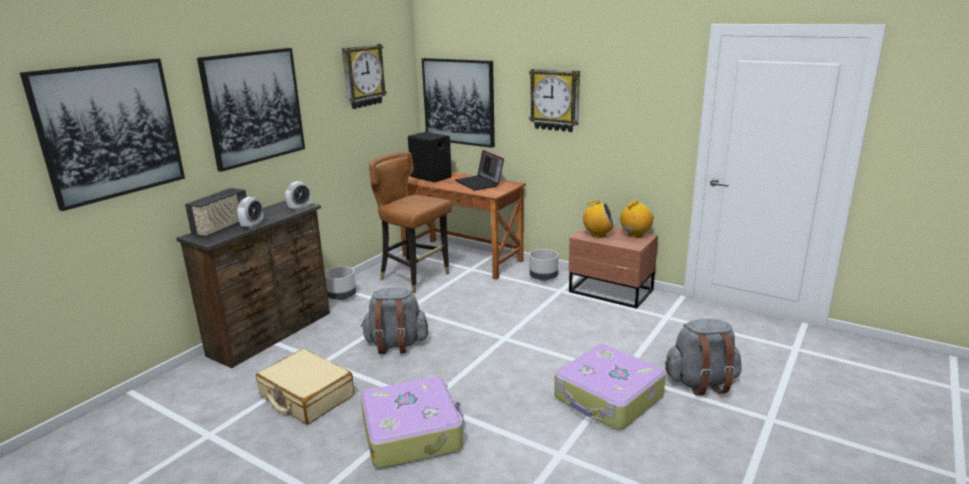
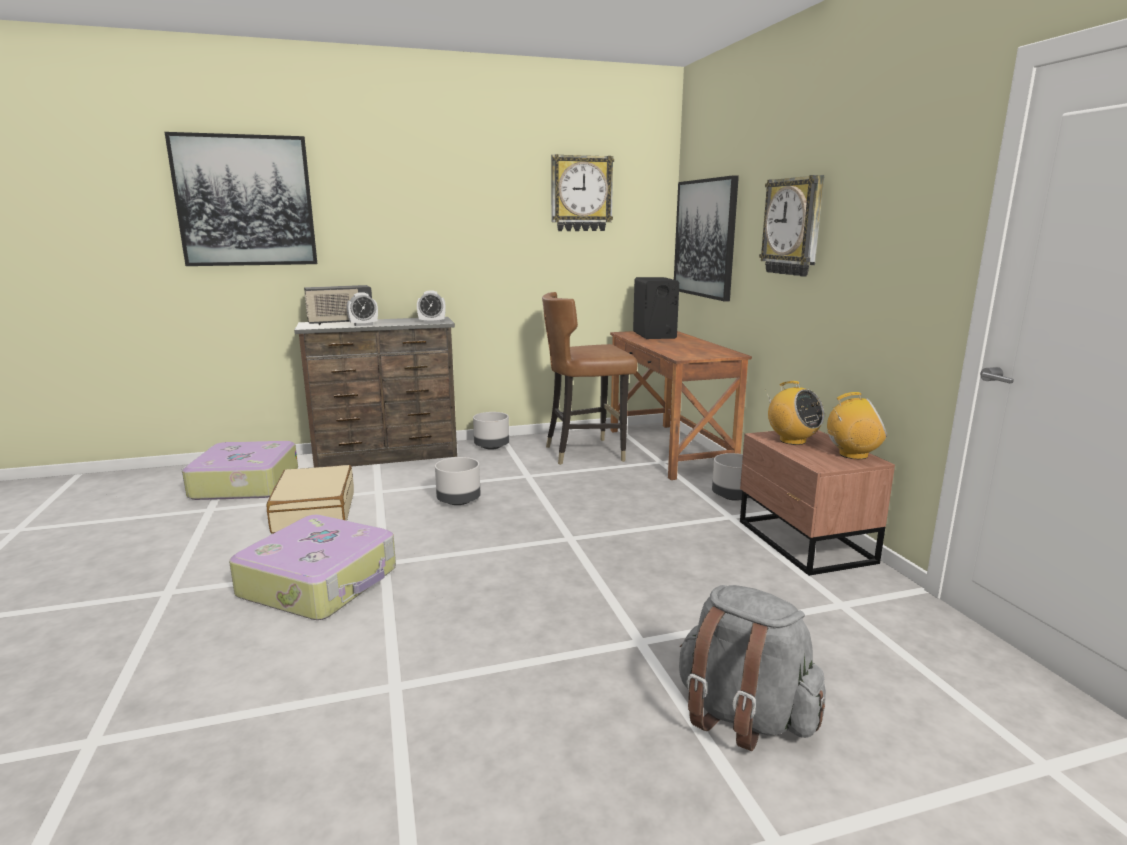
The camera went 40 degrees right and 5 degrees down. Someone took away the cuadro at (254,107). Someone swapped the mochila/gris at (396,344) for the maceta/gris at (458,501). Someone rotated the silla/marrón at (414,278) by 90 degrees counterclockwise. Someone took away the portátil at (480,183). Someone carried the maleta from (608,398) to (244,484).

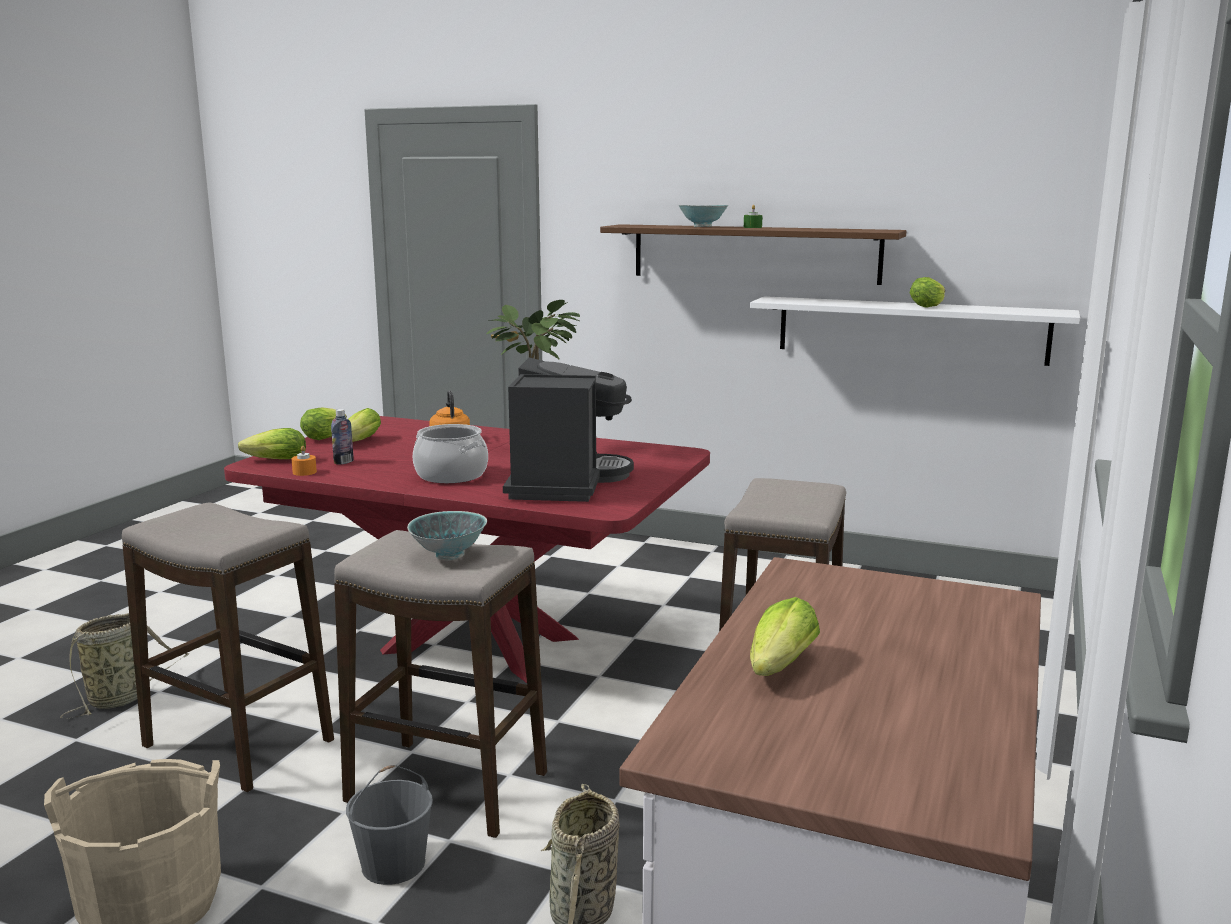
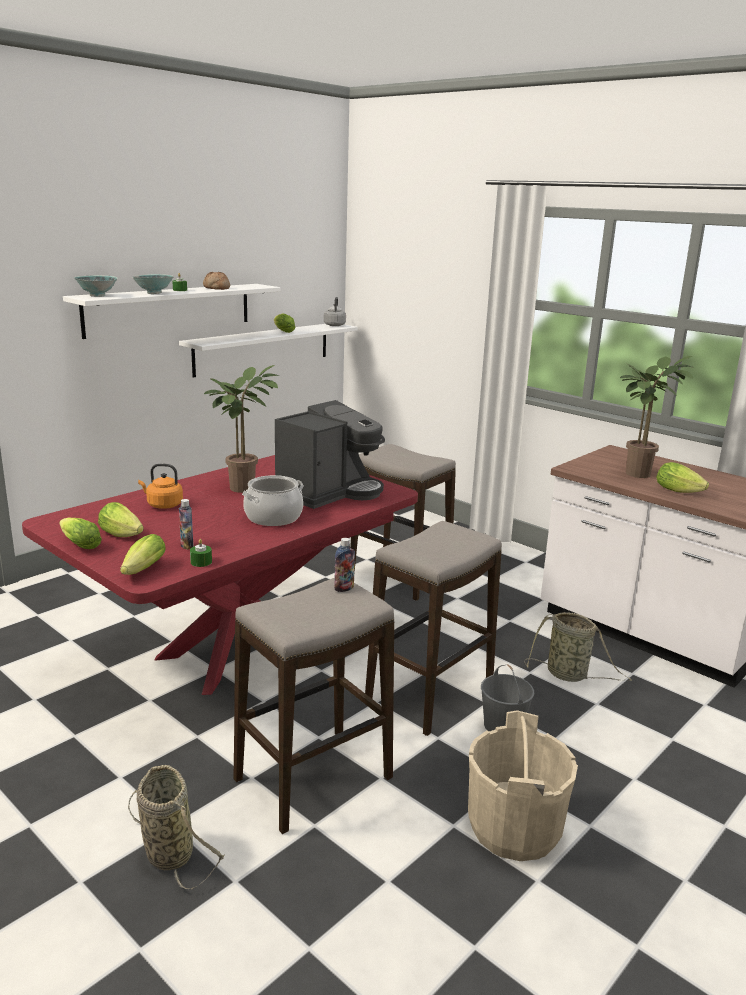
The camera went 70 degrees left and 5 degrees up. Someone repainted the vela/naranja at (304,472), which became the vela/verde at (201,562). Someone carried the cuenco from (449,555) to (97,296). Someone rotated the cafetera at (563,483) by 105 degrees clockwise. Someone repainted the estante/marrón at (754,253), which became the estante/blanco at (170,309). Someone put down the pan at (216,288). Someone put down the hervidor/gris at (334,325). Someone put down the botella at (344,588). Someone put down the planta en maceta at (639,472).

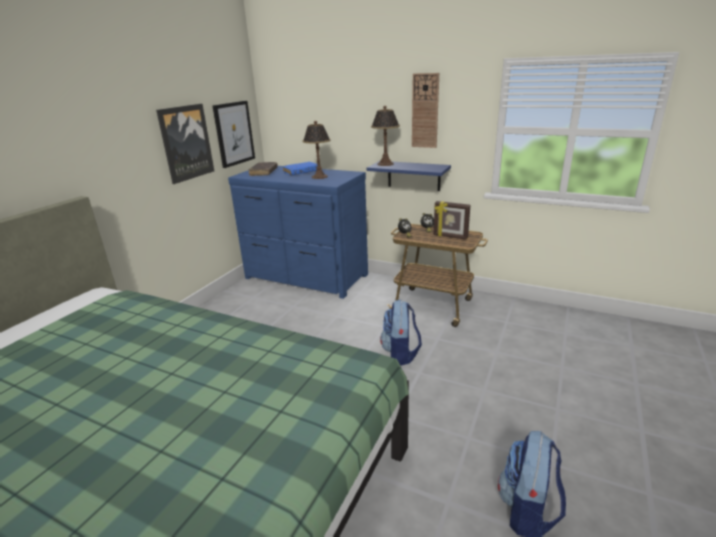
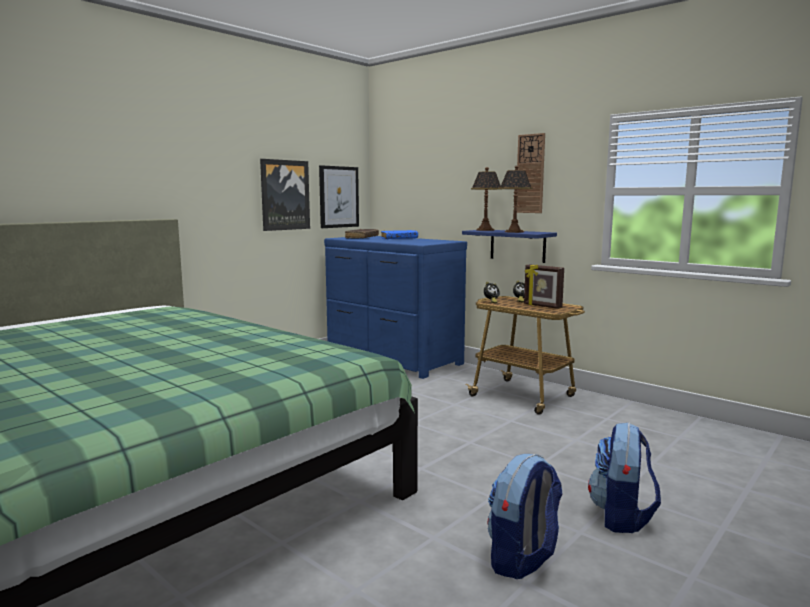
The camera went 15 degrees right and 15 degrees down. Someone carried the lámpara de mesa from (319,177) to (514,232). Someone carried the mochila from (400,354) to (622,517).

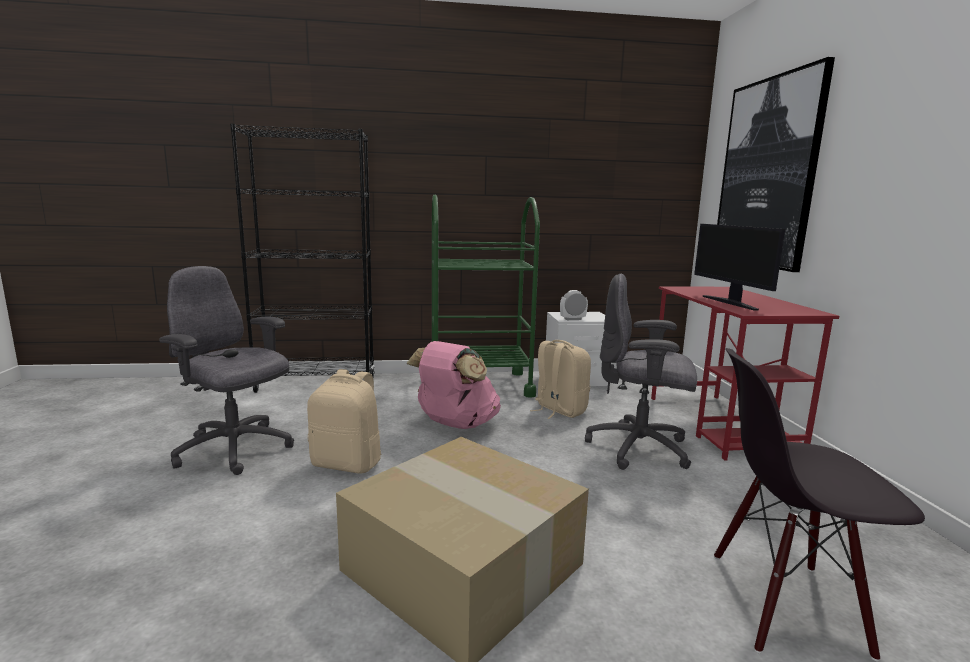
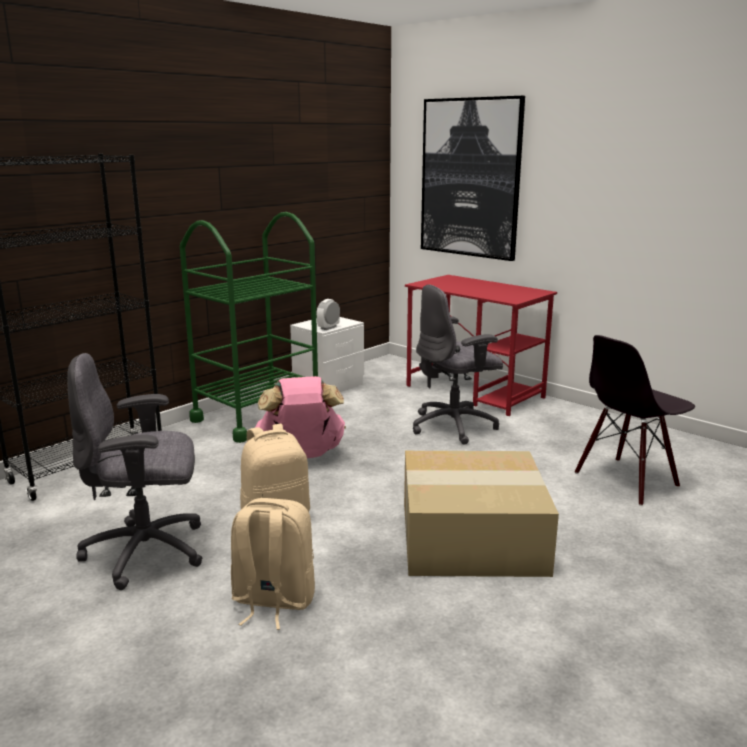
The camera went 40 degrees left and 5 degrees up. Someone carried the mochila/beis from (559,410) to (272,601). Someone took away the monitor at (730,303).

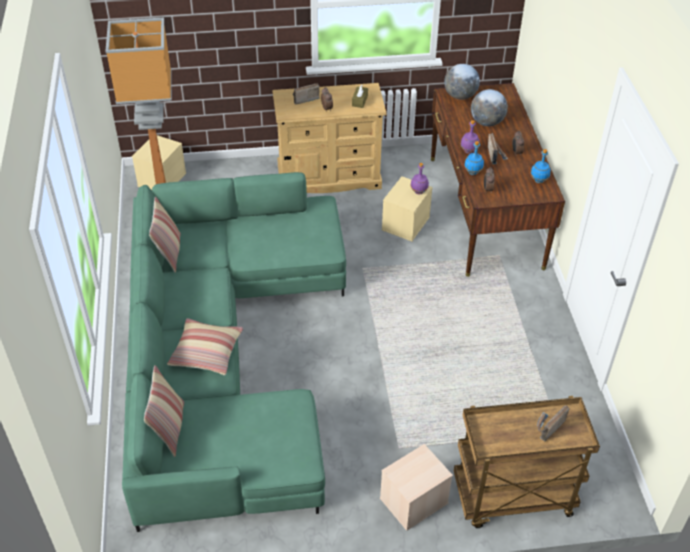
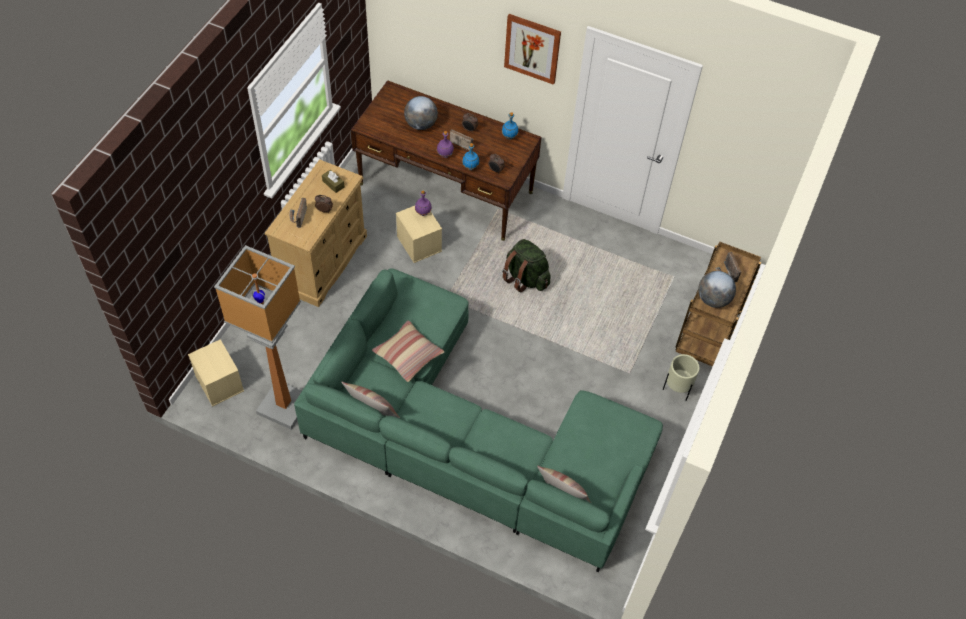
The camera went 60 degrees left and 10 degrees up. Someone carried the cojín from (206,352) to (408,355). Someone swapped the caja de almacenaje/beis at (413,502) for the maceta/beis at (677,390). Someone carried the globo terráqueo from (460,96) to (713,299). Someone put down the mochila/verde at (525,278). Someone put up the cuadro at (532,48).

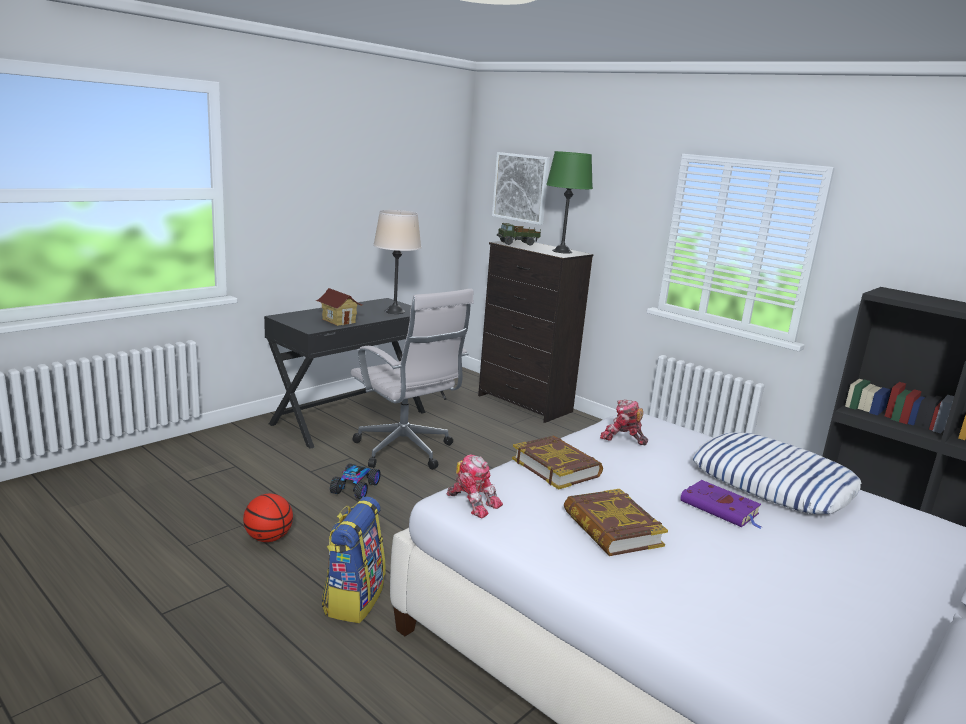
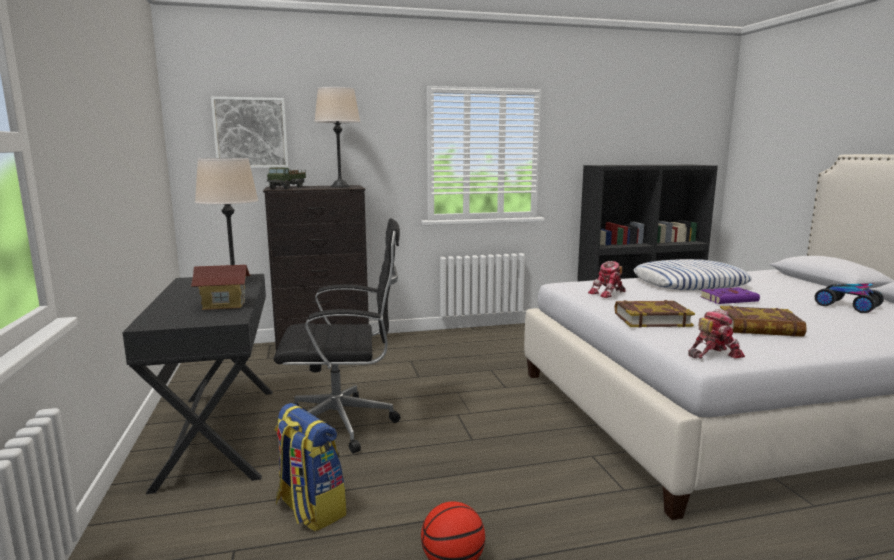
The camera went 55 degrees left and 5 degrees down. Someone carried the mochila from (353,599) to (309,509). Someone carried the coche de juguete from (356,488) to (847,306). Someone repainted the silla de oficina/blanco at (406,452), which became the silla de oficina/negro at (344,425). Someone repainted the lámpara de mesa/verde at (562,251), which became the lámpara de mesa/beis at (340,186).

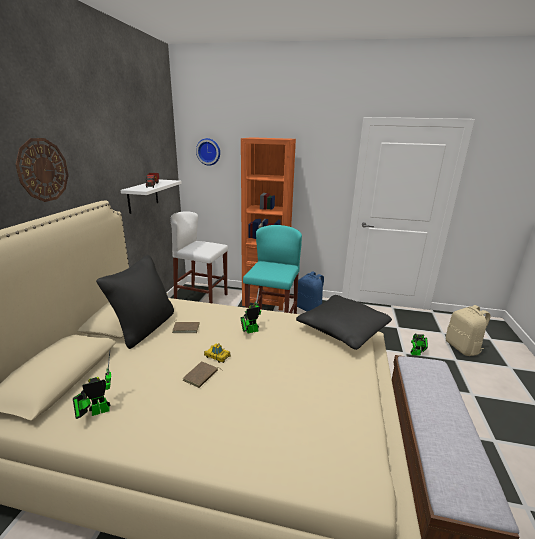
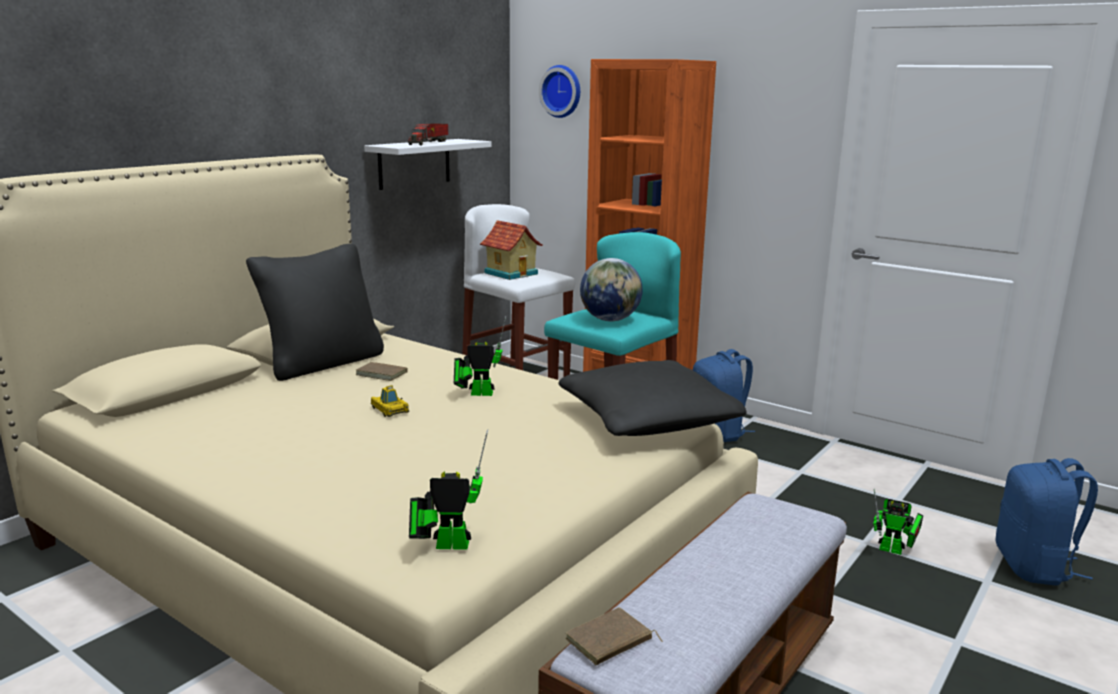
The camera went 25 degrees right and 5 degrees down. Someone took away the reloj de pared at (43,170). Someone carried the robot de juguete from (97,411) to (446,545). Someone carried the libro/marrón from (201,376) to (610,642). Someone repainted the mochila/beis at (462,348), which became the mochila/azul at (1034,567). Someone put down the casita at (512,273). Someone put down the globo terráqueo at (610,320).

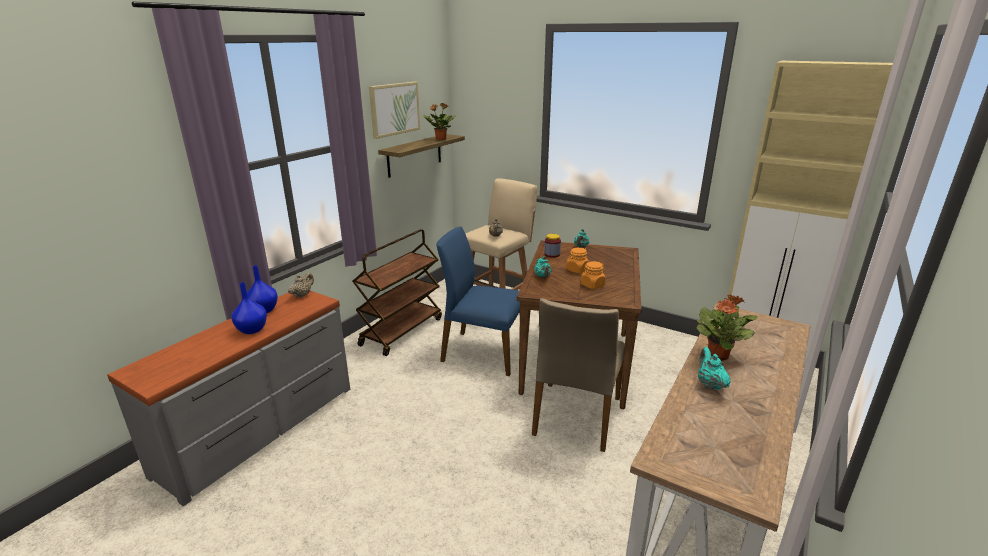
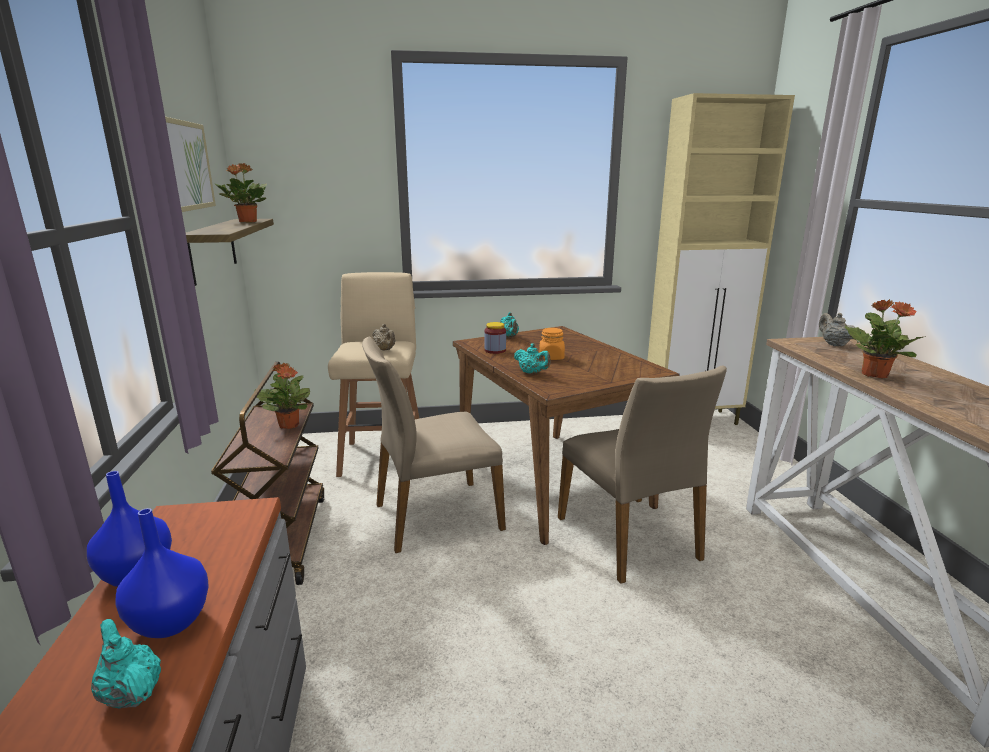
The camera went 40 degrees left and 5 degrees down. Someone carried the tetera/beis from (302,295) to (833,344). Someone repainted the silla/azul at (483,352), which became the silla/beis at (436,516). Someone took away the tarro/naranja at (592,285). Someone carried the tetera/turquesa from (709,384) to (131,693). Someone put down the planta en maceta at (289,425).

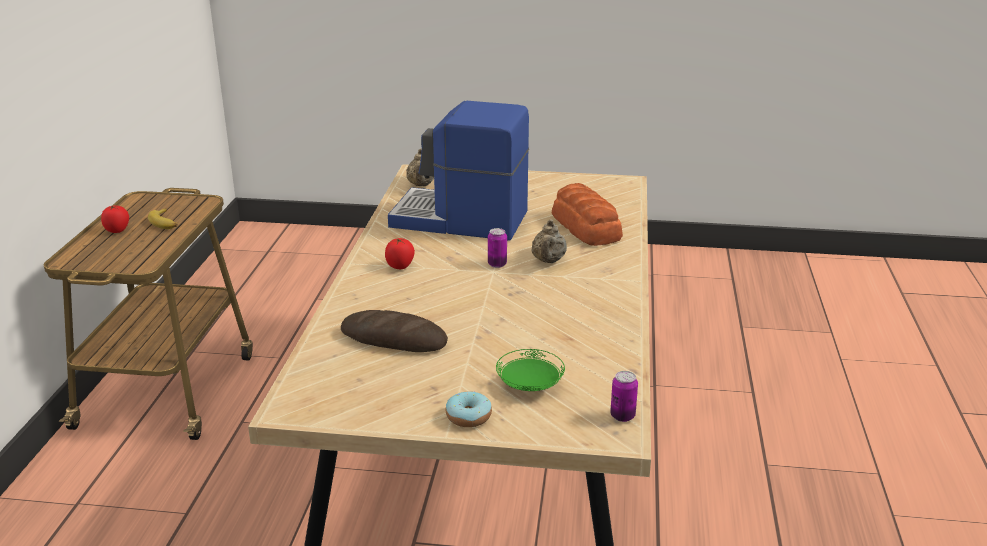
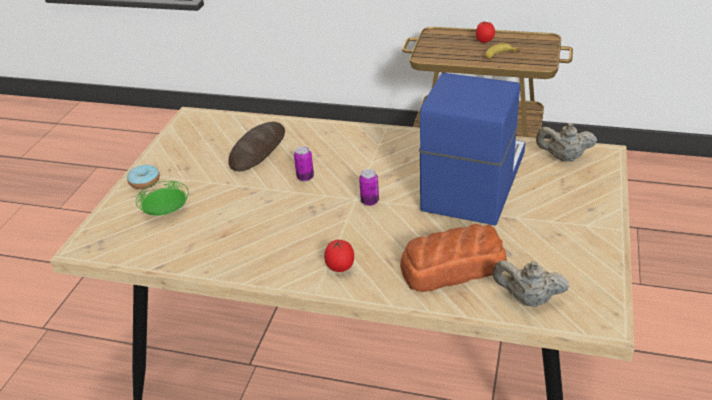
The camera went 100 degrees right and 10 degrees up. Someone carried the tomate from (400,266) to (340,267). Someone carried the tetera/beis from (548,261) to (528,299). Someone carried the lata from (622,416) to (305,177).

